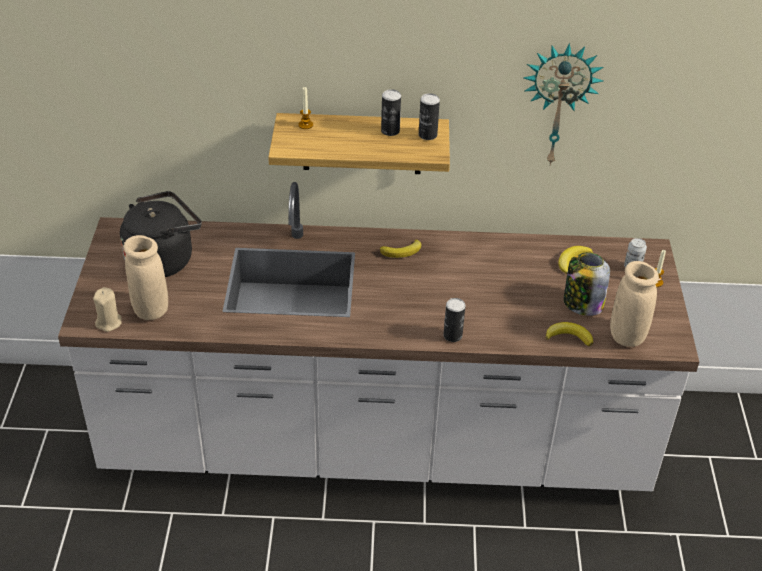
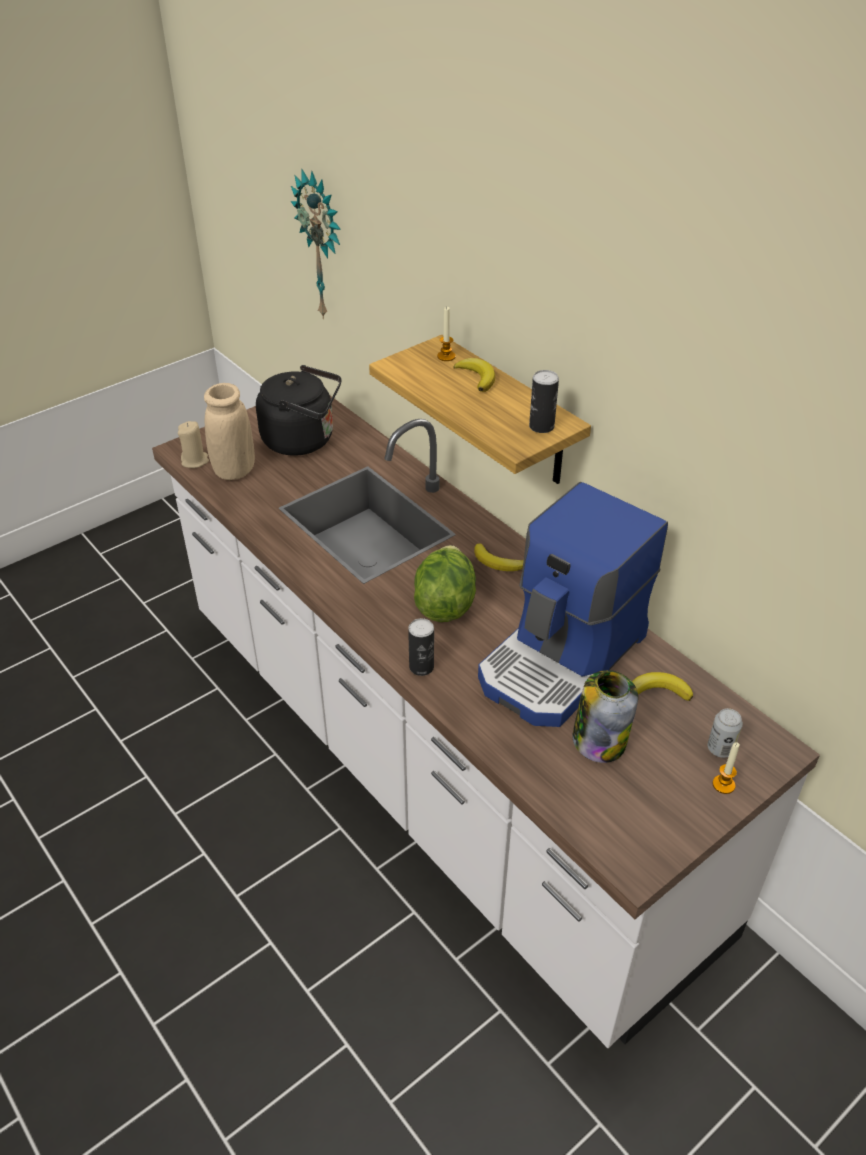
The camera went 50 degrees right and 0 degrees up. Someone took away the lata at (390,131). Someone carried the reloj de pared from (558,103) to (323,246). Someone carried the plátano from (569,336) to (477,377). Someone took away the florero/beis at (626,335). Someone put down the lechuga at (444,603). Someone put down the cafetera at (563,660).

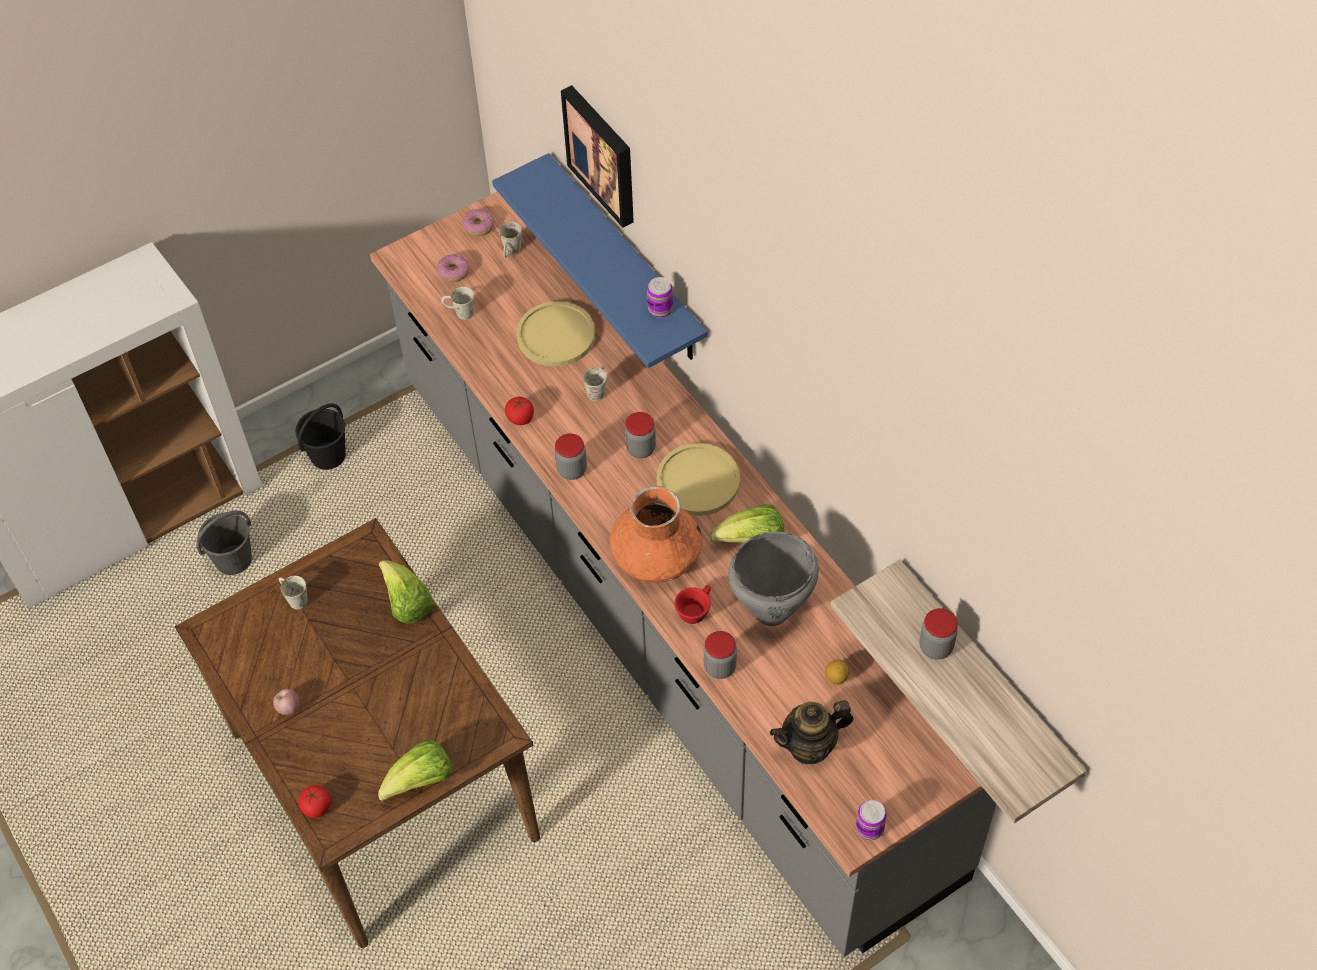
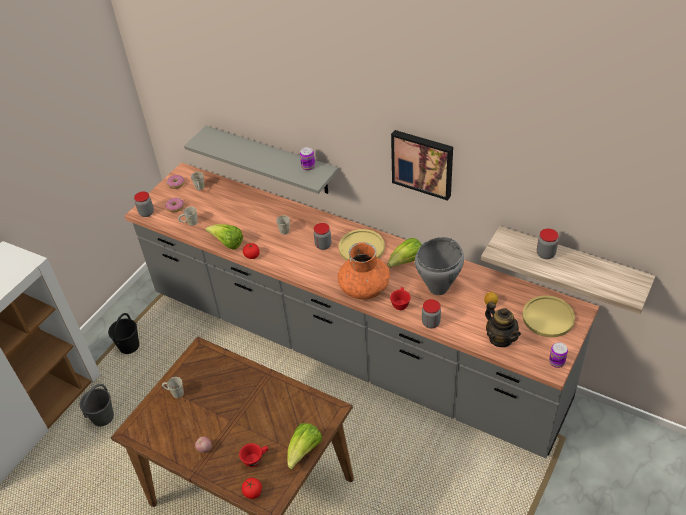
The camera went 25 degrees left and 10 degrees down. Someone carried the lechuga from (407,603) to (227,243). Someone repainted the estante/azul at (626,261), which became the estante/gris at (271,160). Someone carried the plato/amarillo from (556,335) to (548,317). Someone carried the tarro from (572,470) to (146,213). Someone carried the cuadro from (603,154) to (423,163). Someone rotated the tetera at (809,746) by 75 degrees counterclockwise. Someone put down the taza/rojo at (255,458).

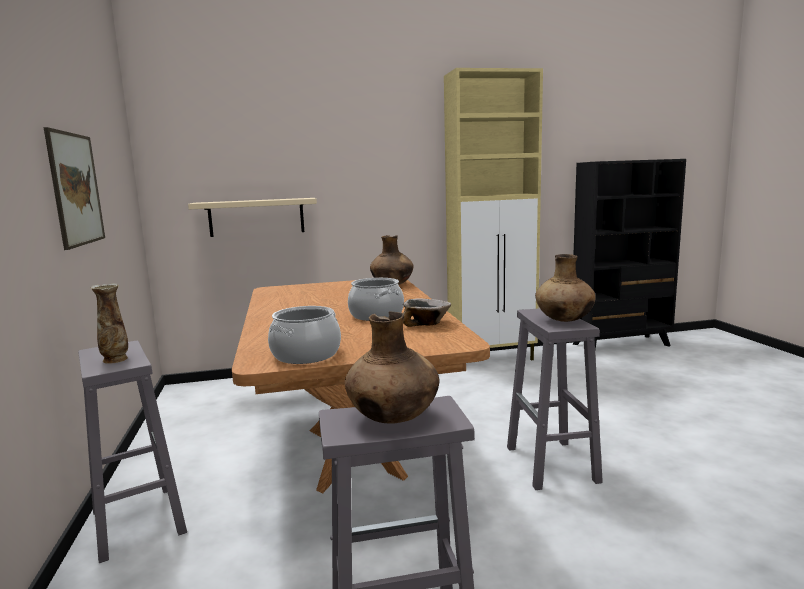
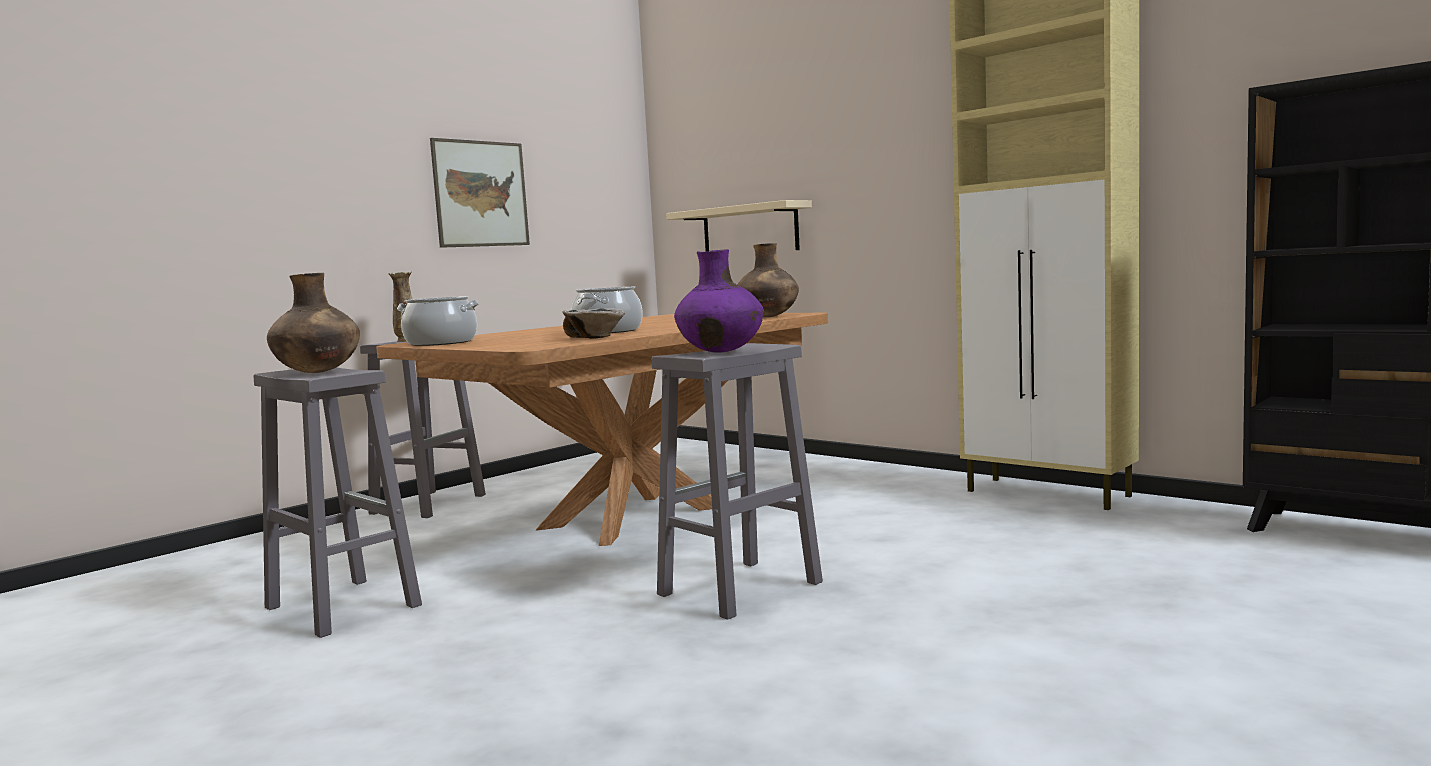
The camera went 55 degrees right and 5 degrees down. Someone repainted the florero/marrón at (564,320), which became the florero/morado at (721,352).

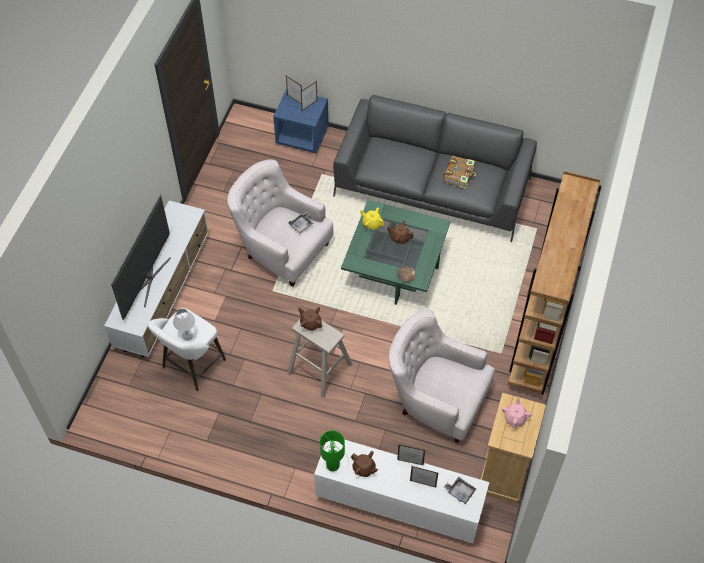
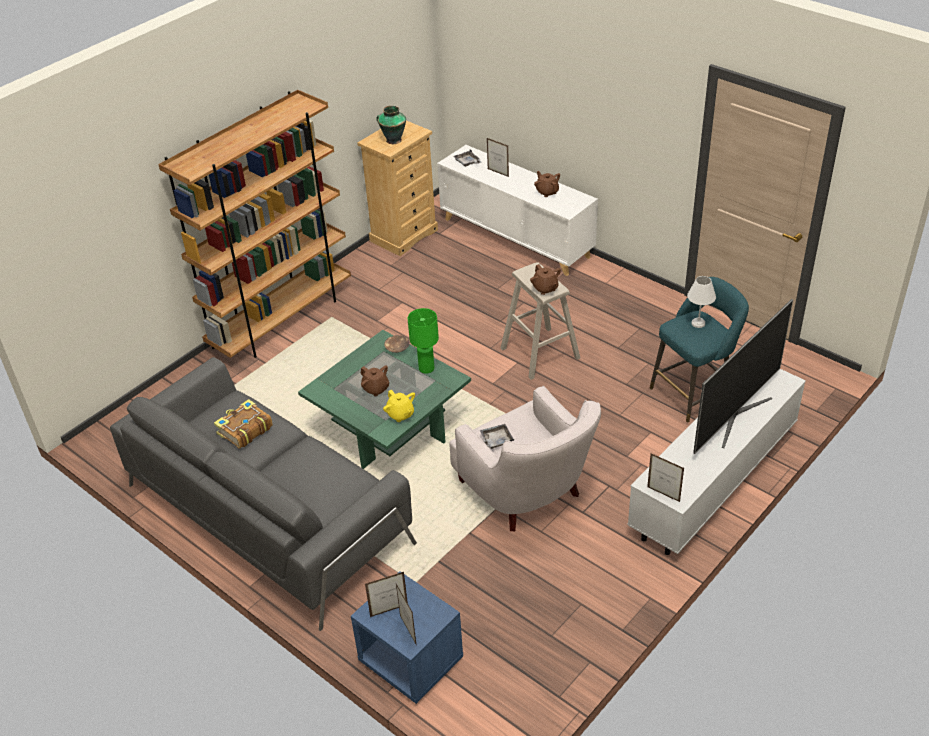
The camera went 155 degrees left and 15 degrees down. Someone repainted the taburete/blanco at (191,366), which became the taburete/turquesa at (694,392). Someone carried the lámpara de mesa/verde from (333,465) to (426,368). Someone took away the sillón/blanco at (436,399). Someone carried the portarretratos from (410,462) to (663,494). Someone swapped the tetera/rosa at (515,418) for the florero at (393,140).

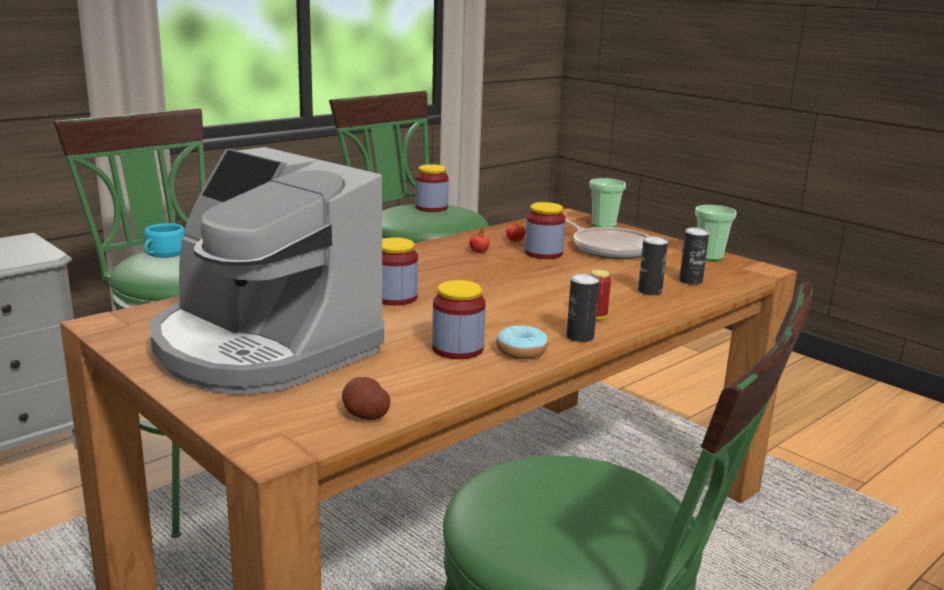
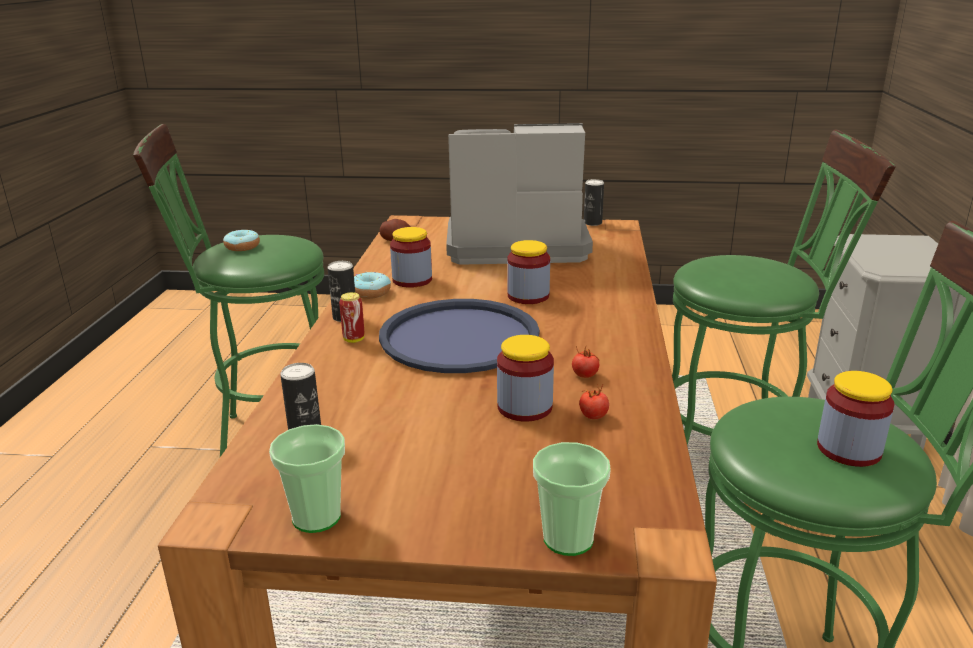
The camera went 140 degrees right and 5 degrees up. Someone took away the taza/turquesa at (163,254). Someone took away the sartén at (609,248). Someone carried the lata from (649,292) to (592,223). Someone put down the rosquilla at (242,247). Someone put down the bandeja/azul at (459,337).

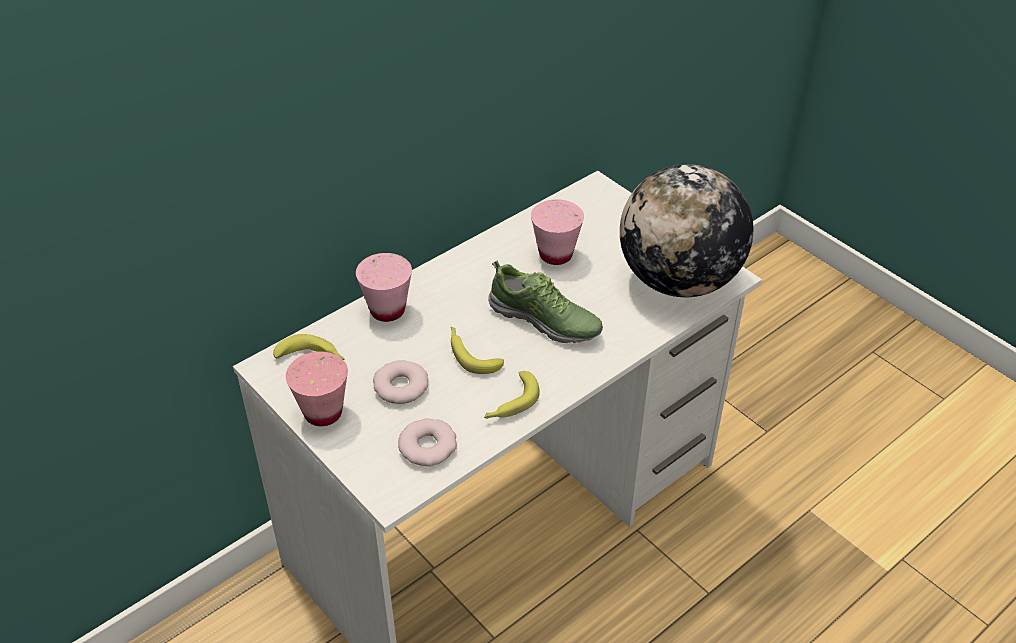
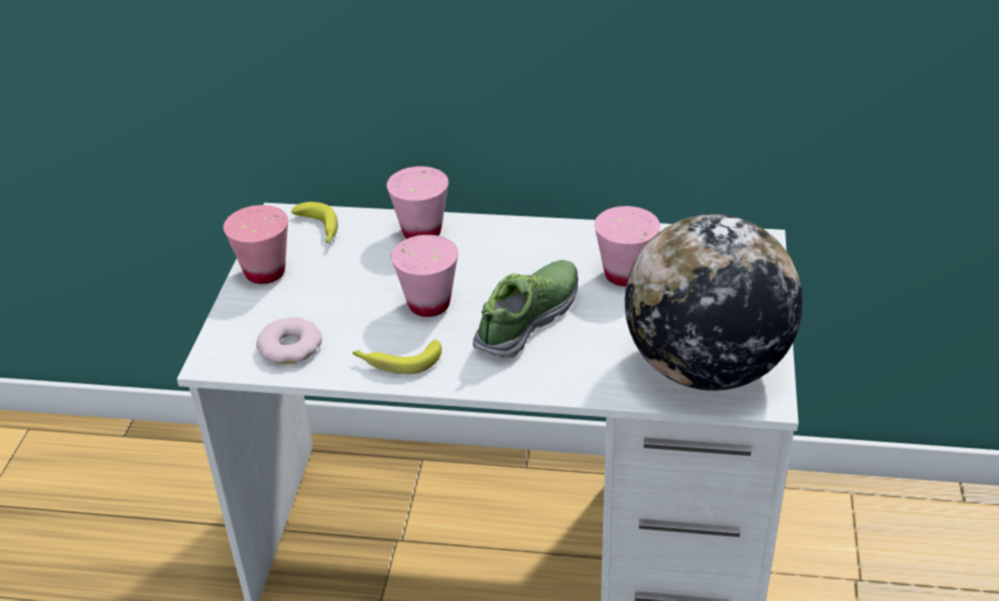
The camera went 50 degrees right and 5 degrees down. Someone took away the rosquilla at (400,387). Someone swapped the plátano at (471,354) for the taza/rosa at (429,304). Someone rotated the zapato at (545,320) by 135 degrees counterclockwise.

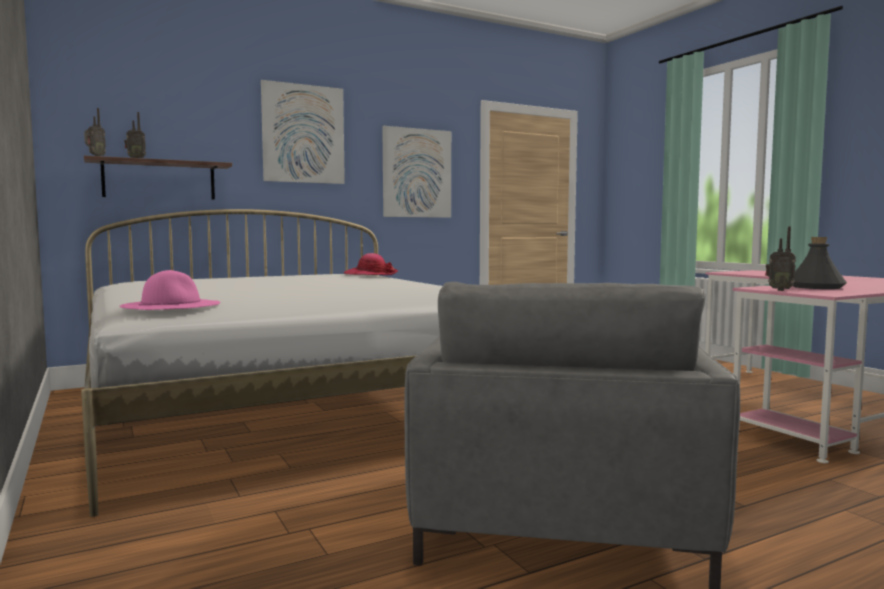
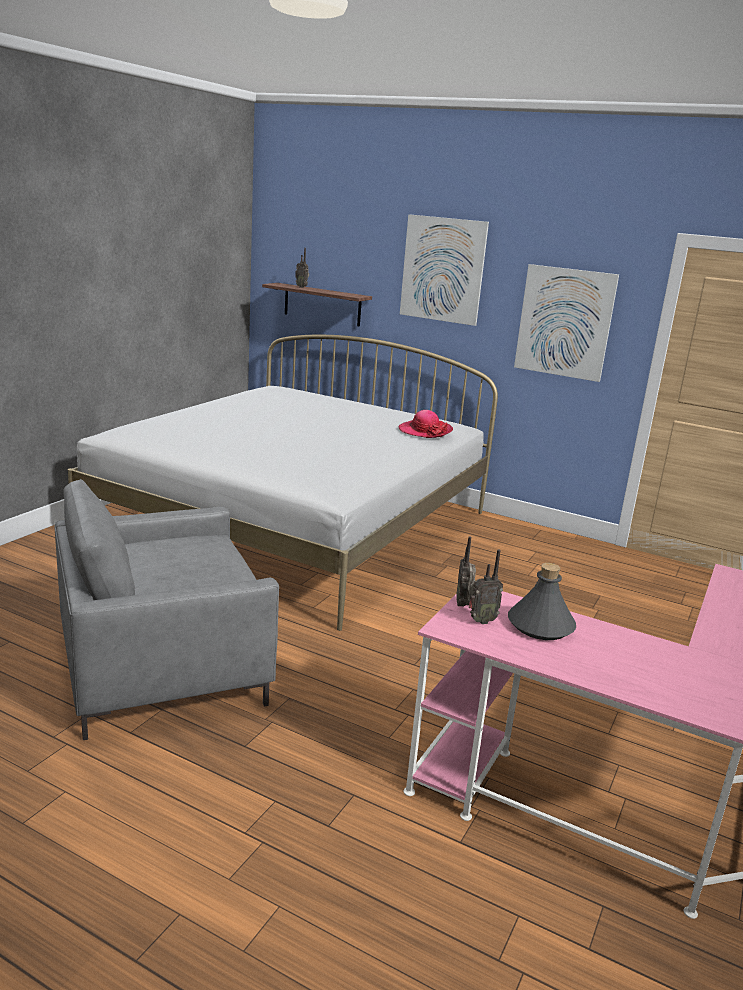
The camera went 55 degrees right and 15 degrees up. Someone carried the radio from (95,156) to (480,621). Someone took away the sombrero/rosa at (171,304).

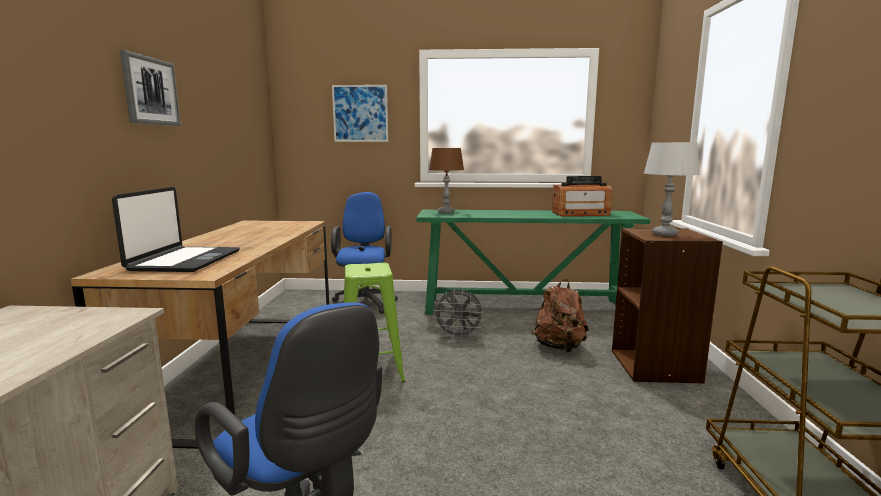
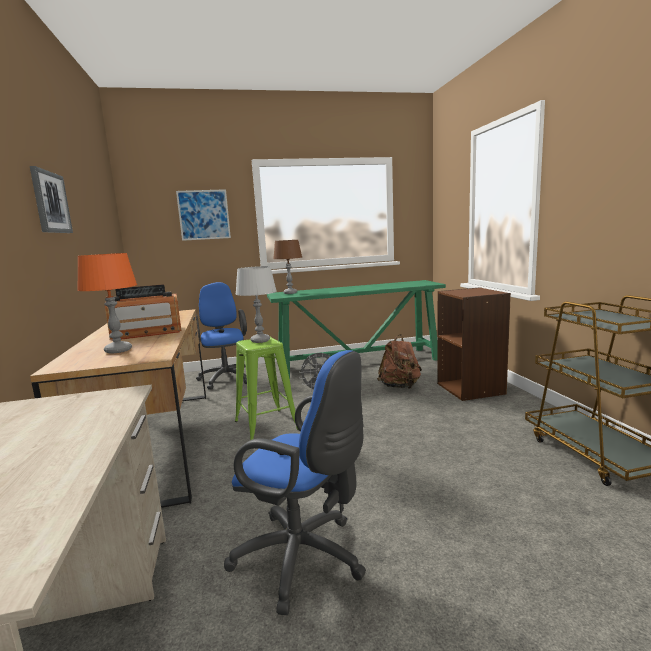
The camera went 15 degrees left and 0 degrees up. Someone swapped the portátil at (184,261) for the lámpara de mesa/naranja at (118,350). Someone carried the radio from (580,214) to (147,333). Someone carried the lámpara de mesa/gris from (664,234) to (260,340).

